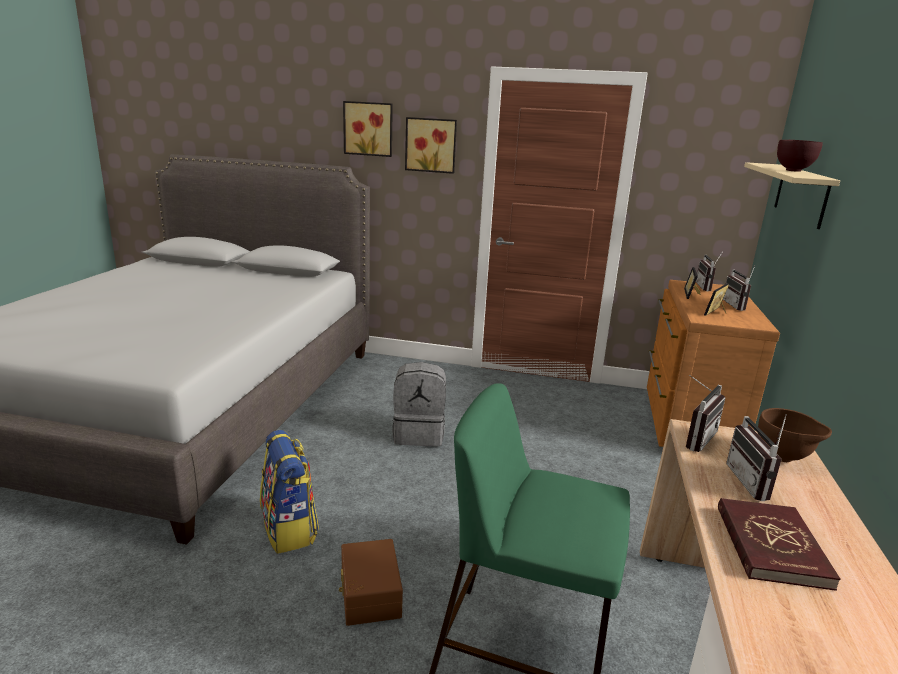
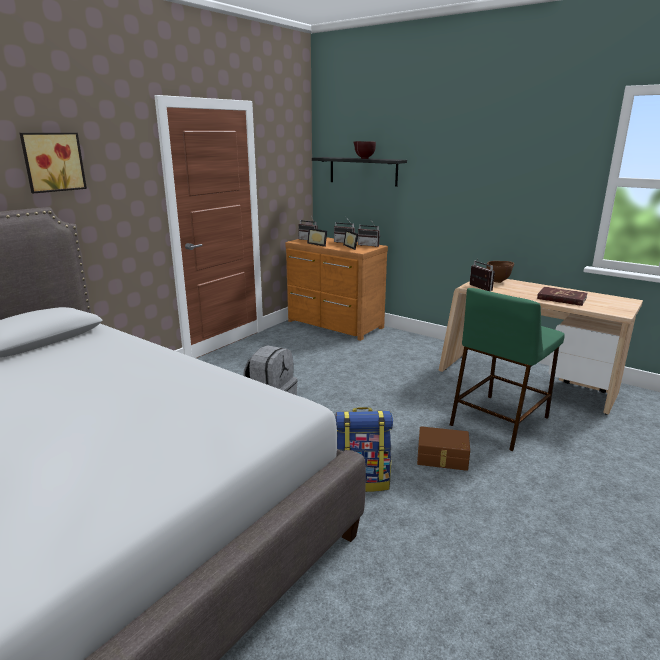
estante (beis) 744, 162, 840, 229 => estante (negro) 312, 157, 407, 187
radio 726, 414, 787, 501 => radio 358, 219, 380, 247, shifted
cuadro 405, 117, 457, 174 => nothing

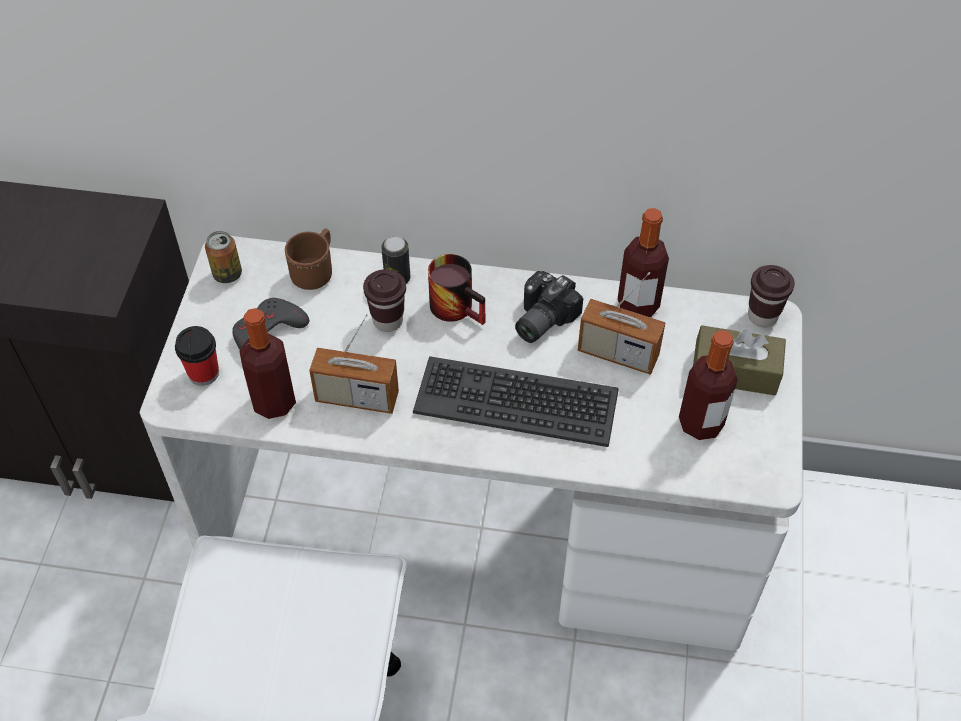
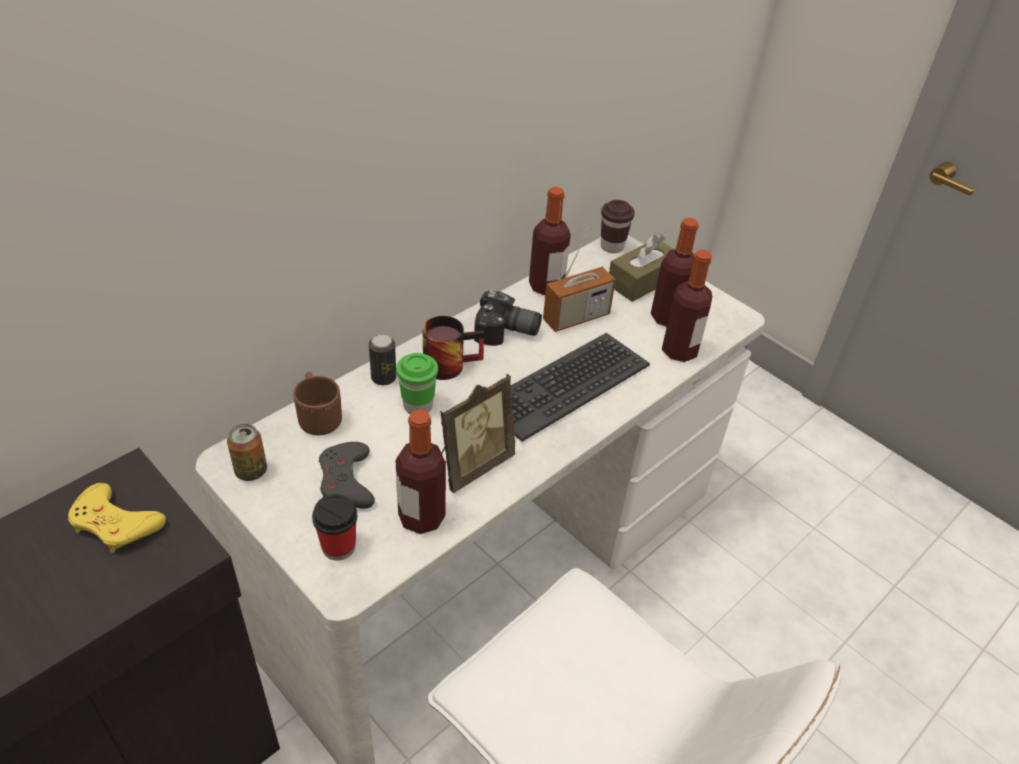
nothing => mando de consola (amarillo) 68, 483, 166, 553
taza (marrón) 363, 269, 406, 332 => taza (verde) 396, 353, 438, 414
radio 309, 314, 399, 414 => portarretratos 440, 374, 515, 493
cámara 515, 271, 583, 343 => cámara 474, 291, 542, 346, 60 degrees counterclockwise
nothing => botella 662, 249, 712, 362

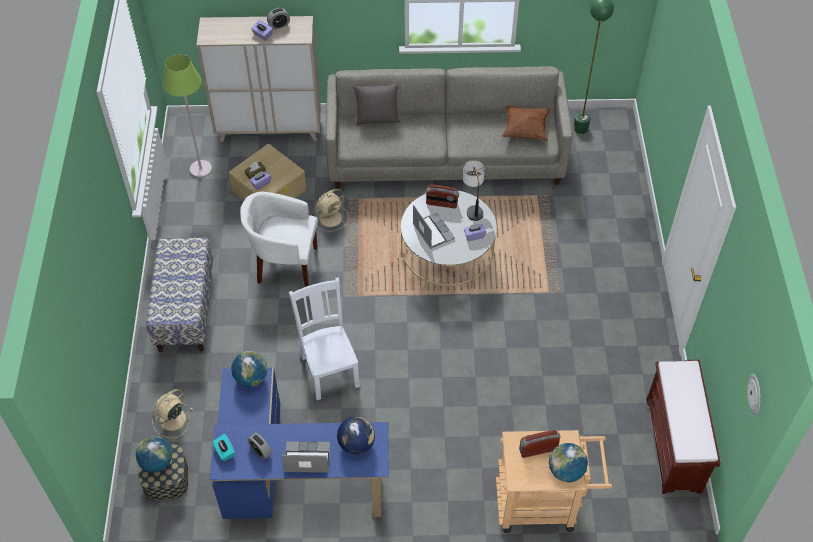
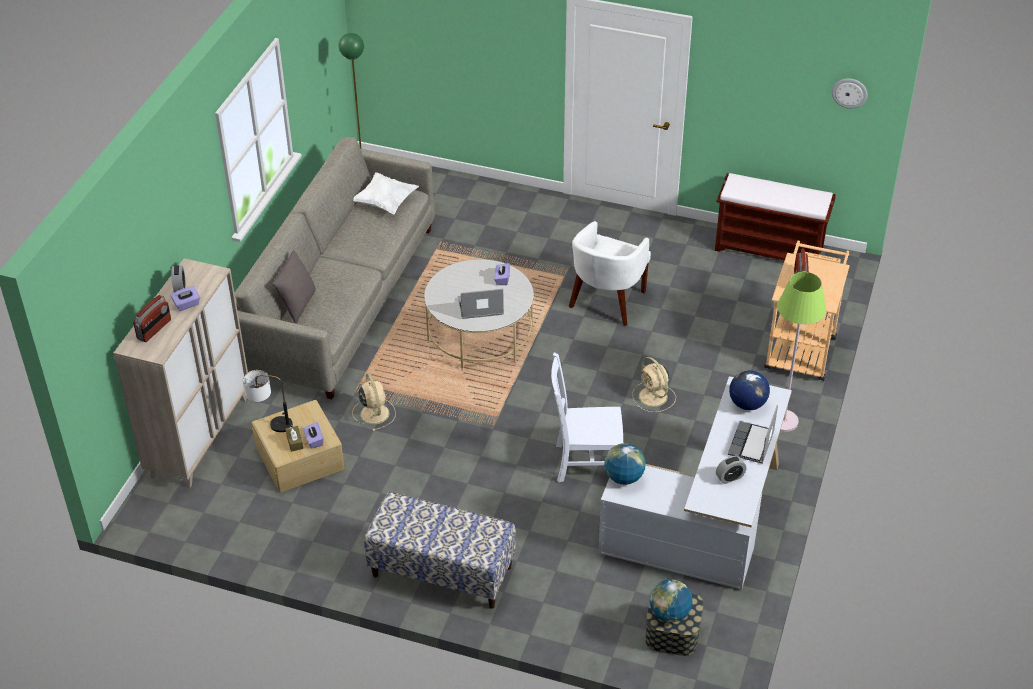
radio 425, 184, 459, 209 => radio 133, 295, 171, 342, shifted
lámpara de mesa 463, 160, 485, 221 => lámpara de mesa 243, 370, 293, 432, shifted
cojín (marrón) 502, 105, 550, 141 => cojín (blanco) 353, 172, 419, 214
sillón (blanco) 240, 192, 318, 286 => sillón (blanco) 569, 221, 651, 326, shifted
escritorio (azul) 210, 367, 389, 519 => escritorio (blanco) 598, 376, 792, 590
ventilador (beis) 152, 389, 192, 438 => ventilador (beis) 632, 357, 676, 412, shifted
lámpara de pie (verde) 163, 54, 212, 178 => lámpara de pie (verde) 777, 272, 826, 432, shifted
caja de pañuelos (turquesa) 213, 434, 235, 461 => nothing
globo terráqueo 549, 443, 588, 482 => nothing

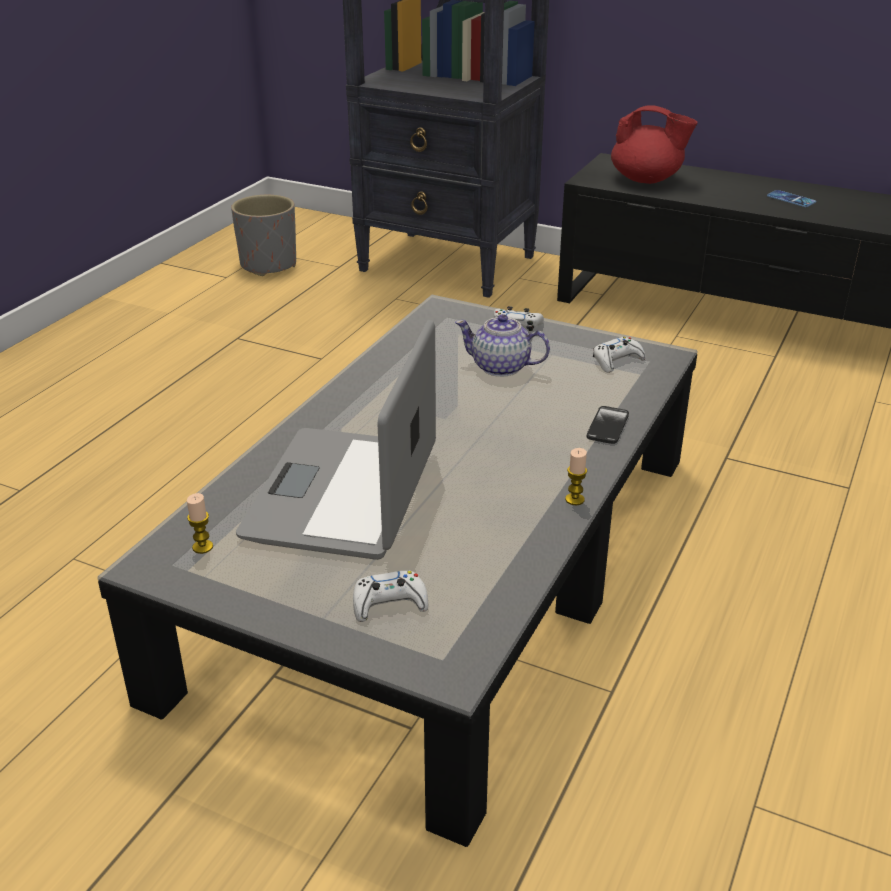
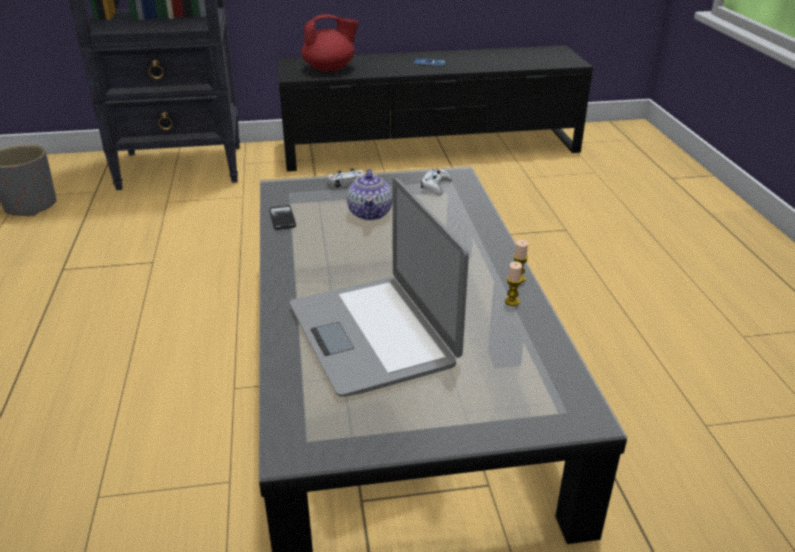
móvil 587, 406, 629, 444 => móvil 269, 205, 296, 230, shifted
tetera 455, 314, 550, 377 => tetera 347, 169, 392, 221, 75 degrees counterclockwise
vela 187, 493, 213, 554 => vela 505, 261, 522, 306, shifted
mando de consola (blanco) 353, 571, 428, 622 => nothing

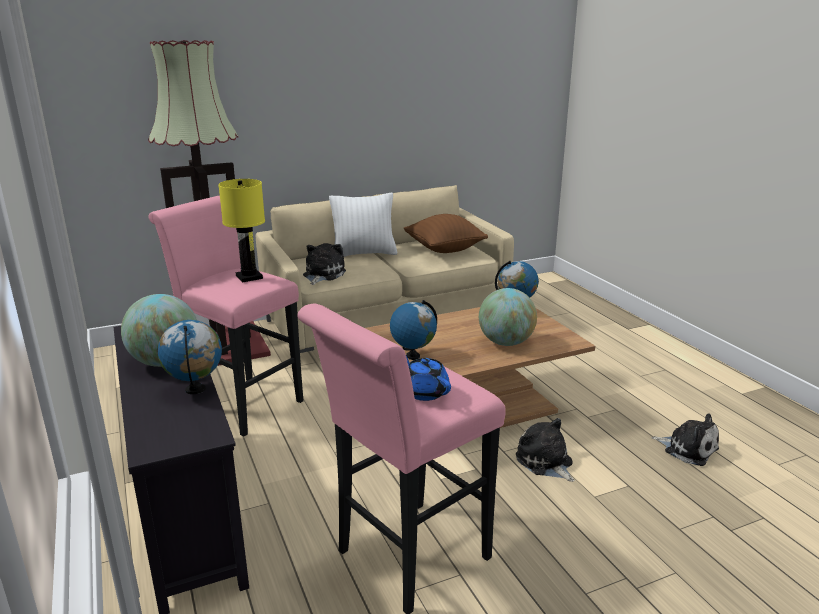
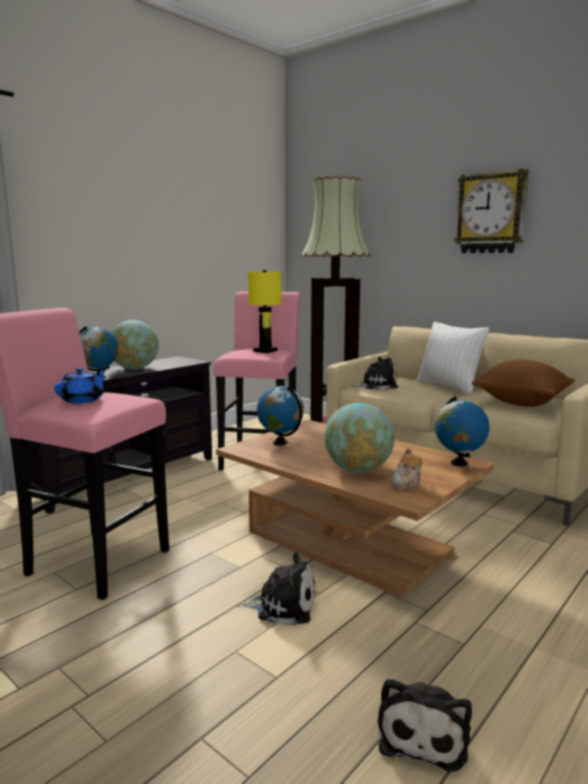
peluche 516, 418, 575, 482 => peluche 237, 553, 316, 626, 60 degrees clockwise
nothing => tetera 391, 448, 423, 490
nothing => reloj de pared 454, 169, 529, 253

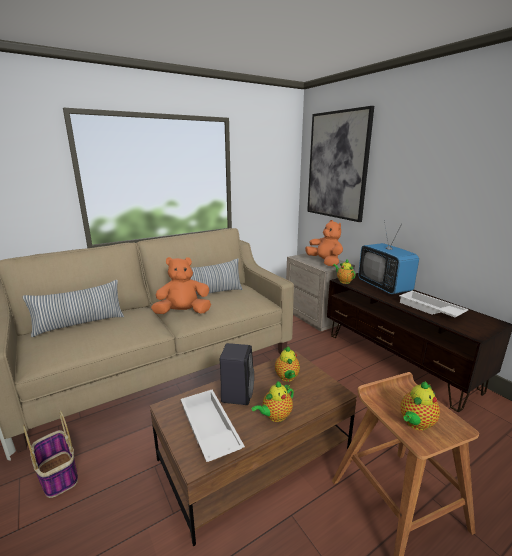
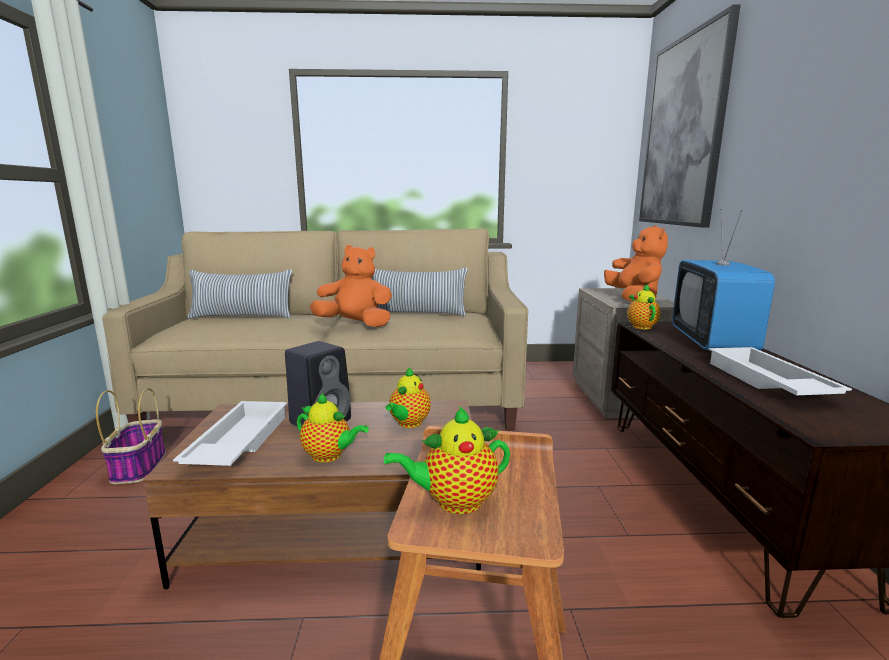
tetera 252, 381, 294, 422 => tetera 297, 393, 369, 463, 150 degrees counterclockwise

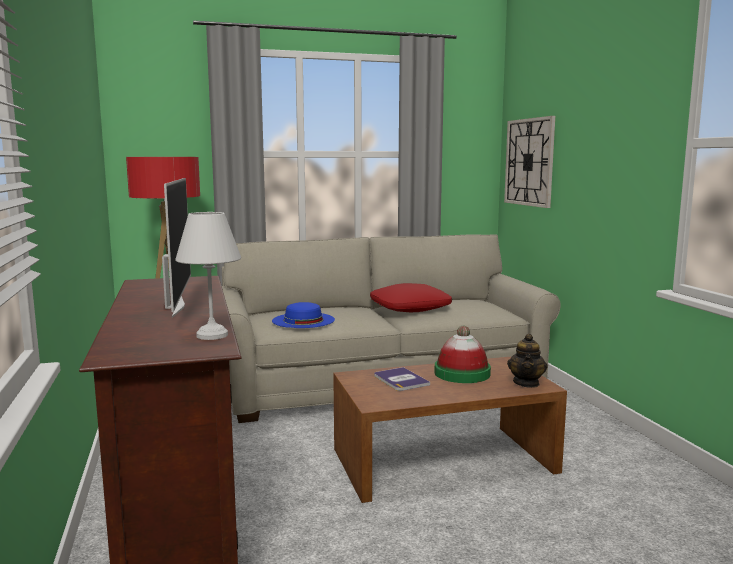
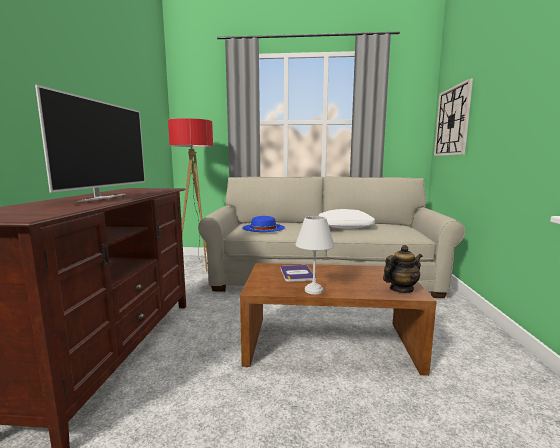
lámpara de mesa (blanco) 175, 212, 241, 340 => lámpara de mesa (blanco) 295, 216, 335, 294, shifted
cojín (rojo) 370, 283, 452, 312 => cojín (blanco) 319, 209, 375, 229
tetera 507, 333, 548, 388 => tetera 383, 245, 422, 293, 150 degrees counterclockwise
sombrero 434, 326, 491, 383 => nothing

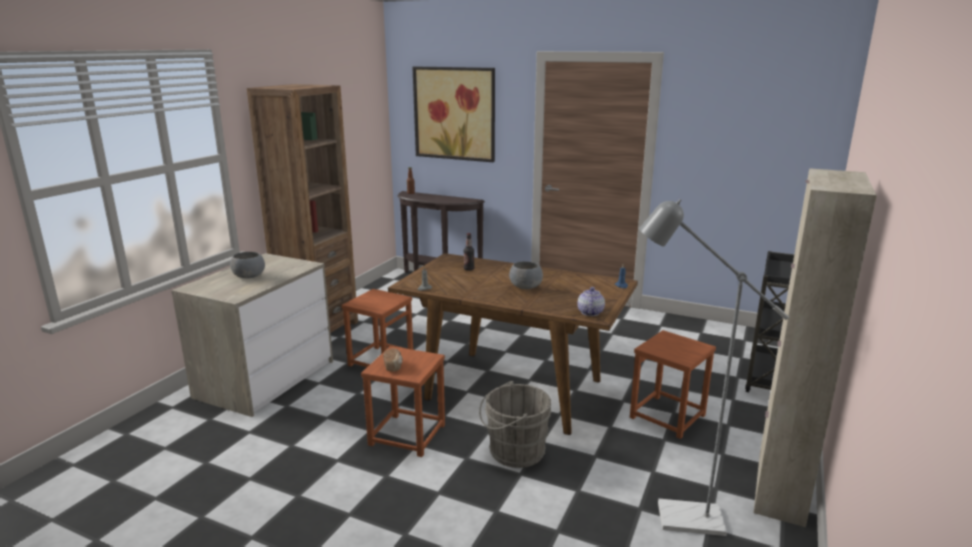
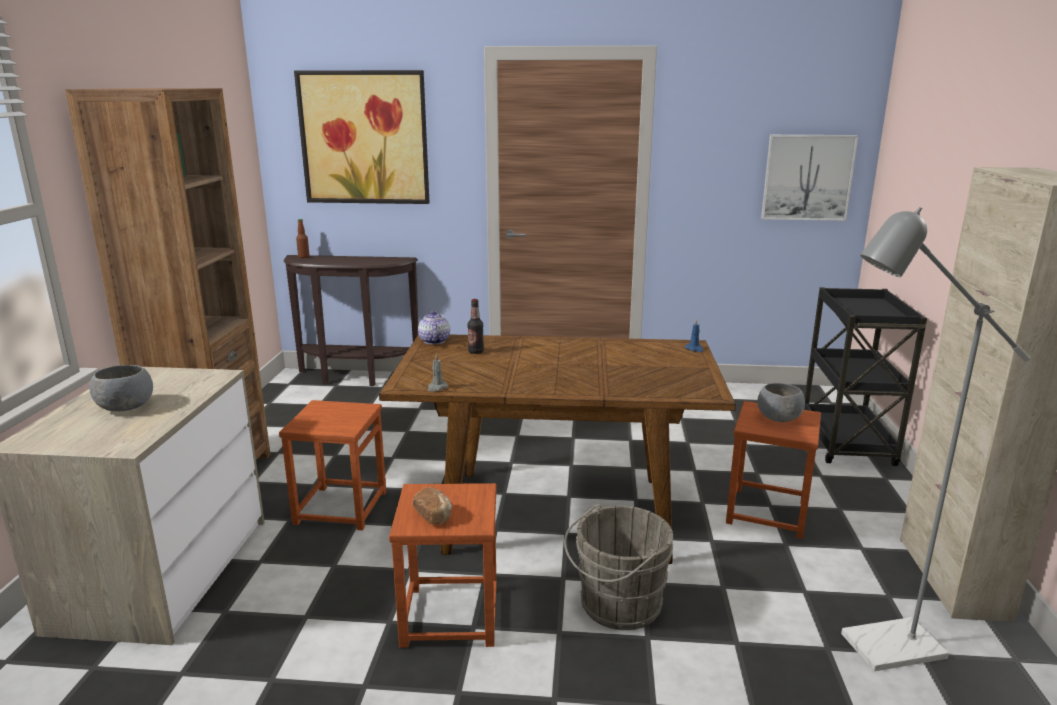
tetera 577, 287, 605, 316 => tetera 418, 311, 450, 345, shifted
cuenco (gris) 509, 261, 543, 289 => cuenco (gris) 757, 383, 805, 422, shifted
nothing => cuadro 761, 135, 858, 221

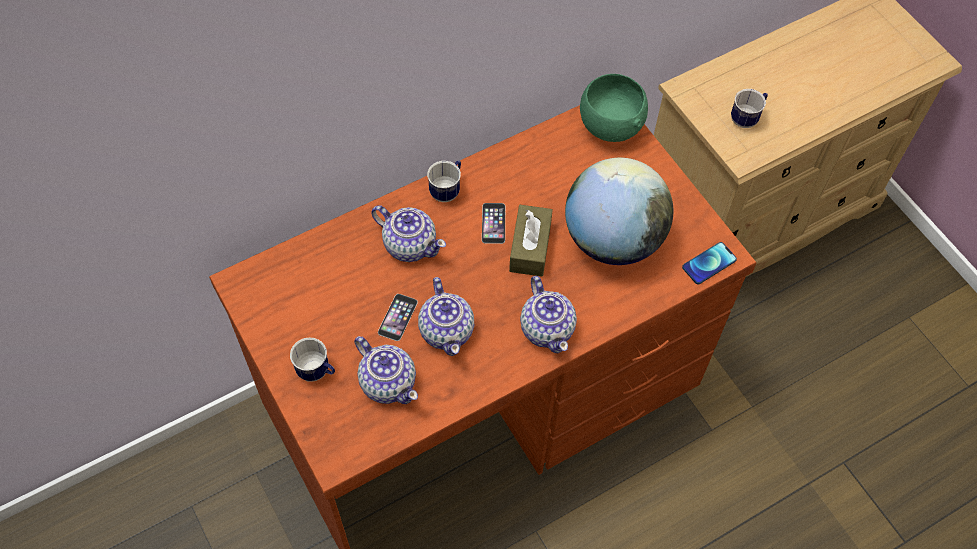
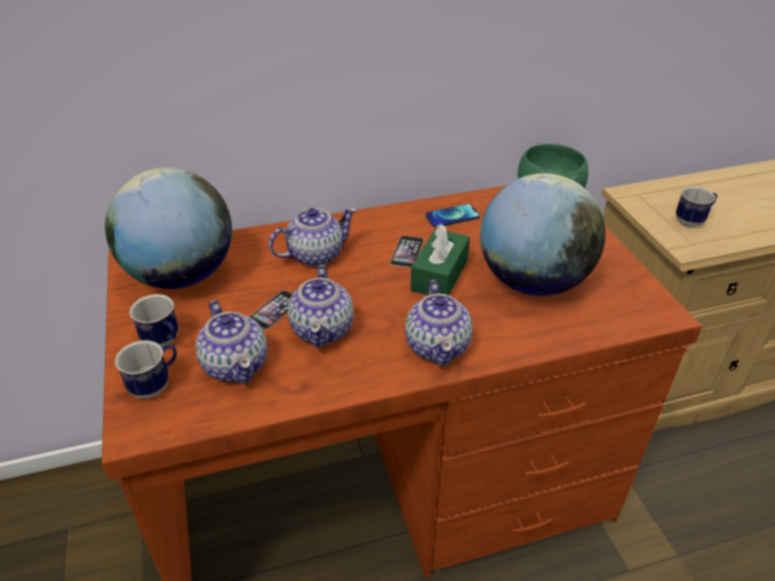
nothing => globo terráqueo 105, 168, 232, 289
taza grande 427, 160, 461, 202 => taza grande 115, 340, 177, 399, shifted
tetera 371, 205, 446, 262 => tetera 269, 207, 357, 266, 75 degrees counterclockwise
caja de pañuelos (marrón) 509, 205, 553, 276 => caja de pañuelos (verde) 411, 224, 470, 295
móvil 682, 242, 737, 284 => móvil 425, 204, 480, 228, shifted

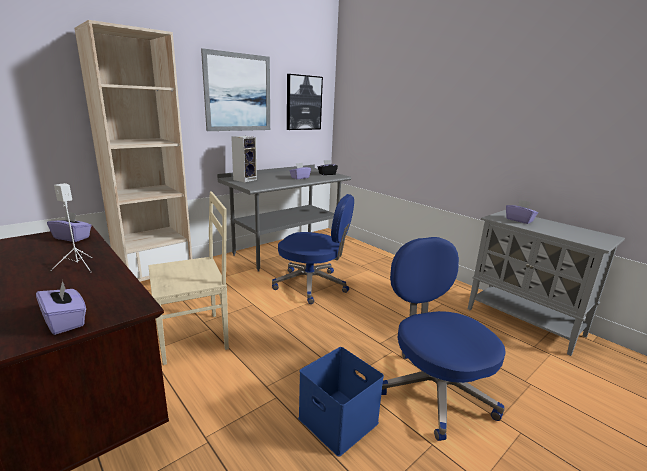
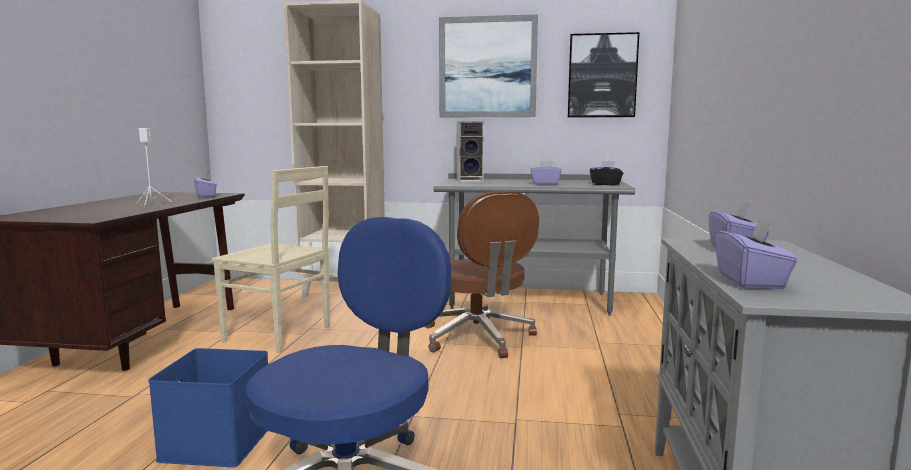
silla de oficina (azul) 272, 194, 354, 304 => silla de oficina (marrón) 425, 191, 539, 358
caja de pañuelos (morado) 36, 280, 86, 335 => caja de pañuelos (morado) 715, 218, 798, 289, shifted

